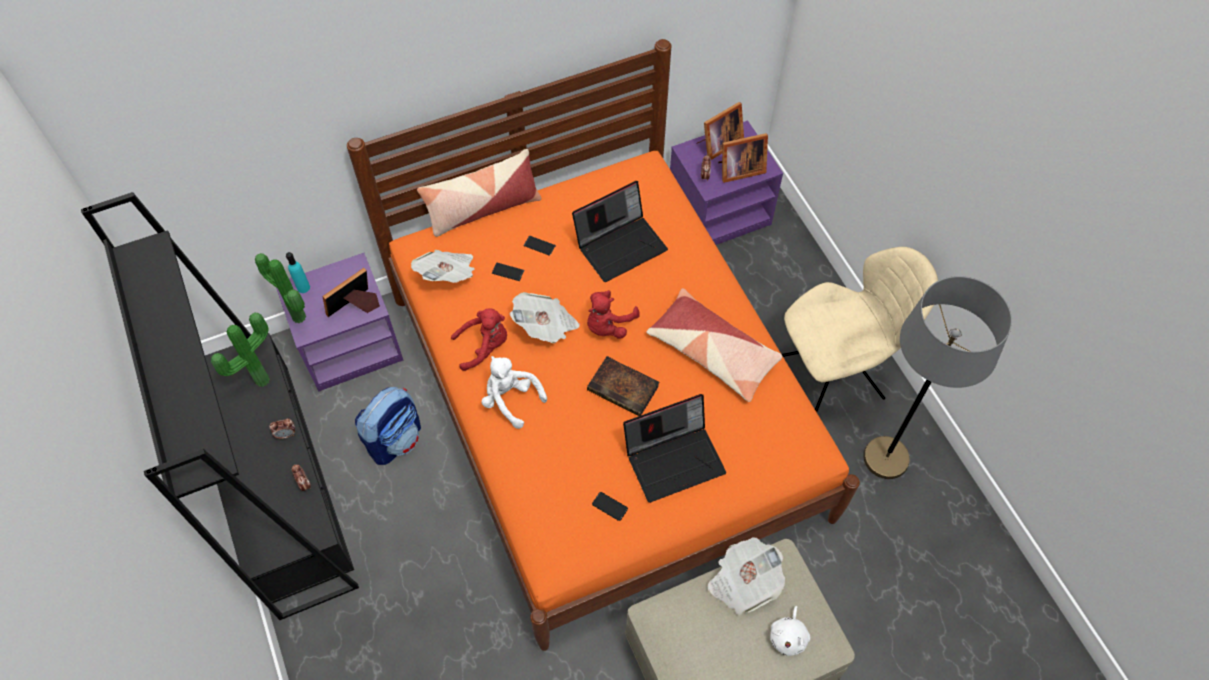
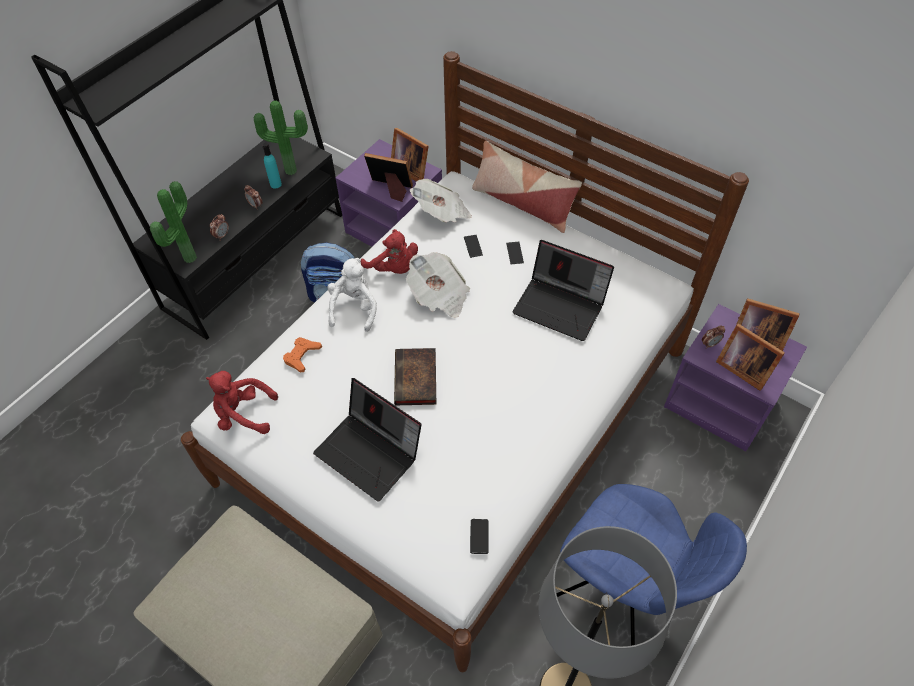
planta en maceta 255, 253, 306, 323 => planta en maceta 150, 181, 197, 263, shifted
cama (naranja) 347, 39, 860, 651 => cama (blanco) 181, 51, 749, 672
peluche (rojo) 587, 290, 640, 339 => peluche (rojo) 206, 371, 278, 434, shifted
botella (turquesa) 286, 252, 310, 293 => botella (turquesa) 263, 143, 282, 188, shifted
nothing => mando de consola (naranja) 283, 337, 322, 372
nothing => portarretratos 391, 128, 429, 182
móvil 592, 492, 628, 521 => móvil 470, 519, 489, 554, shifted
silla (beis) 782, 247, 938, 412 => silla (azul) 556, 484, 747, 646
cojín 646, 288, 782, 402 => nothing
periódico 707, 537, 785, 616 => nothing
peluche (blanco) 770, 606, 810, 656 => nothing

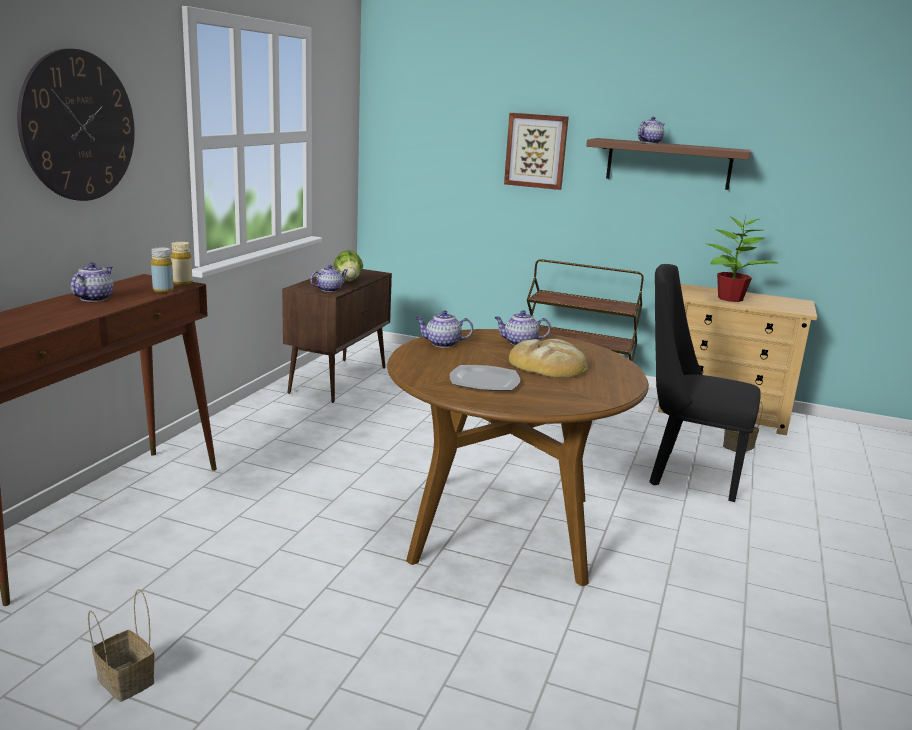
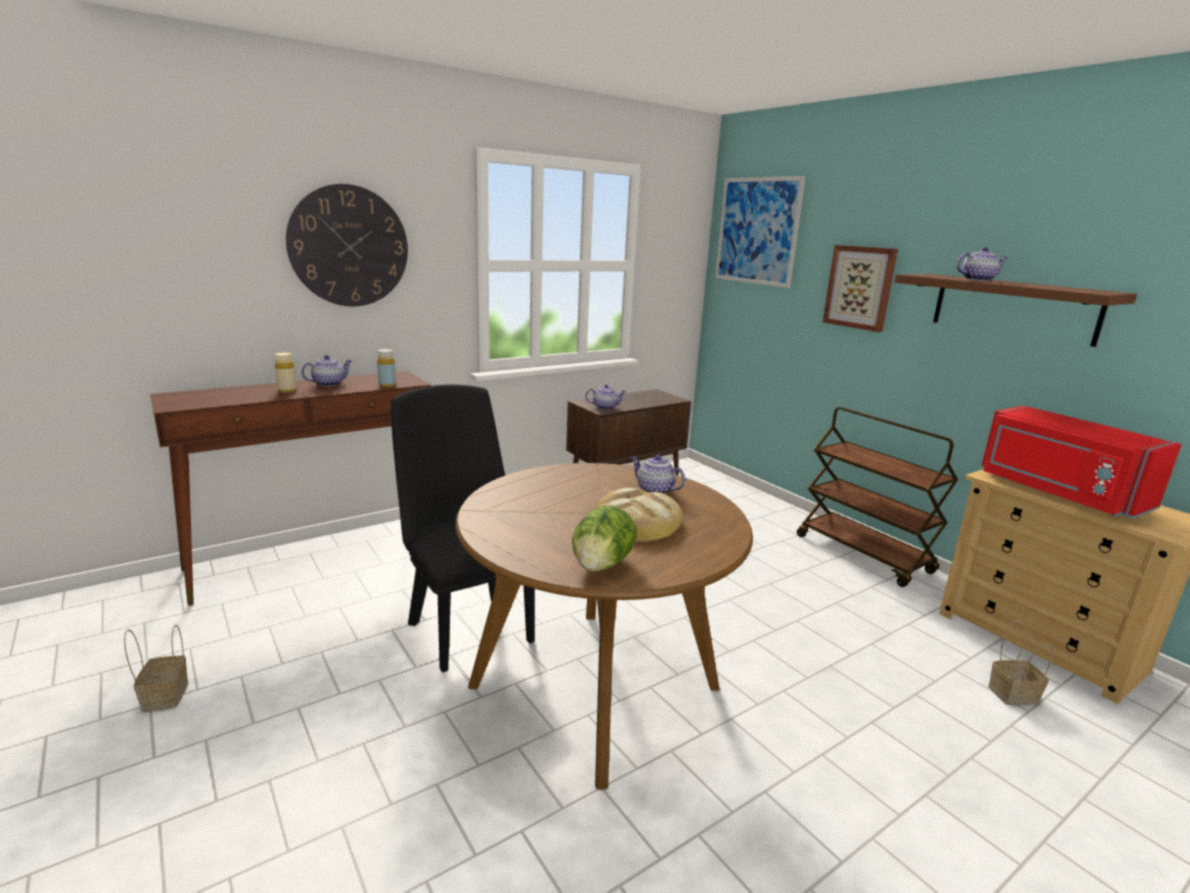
botella (beis) 171, 242, 192, 285 => botella (beis) 275, 352, 297, 393, shifted
silla (negro) 649, 264, 761, 502 => silla (negro) 391, 384, 535, 672, shifted
lechuga 334, 250, 363, 282 => lechuga 572, 506, 637, 572, shifted
nothing => cuadro 715, 176, 805, 288
planta en maceta 707, 216, 778, 302 => microondas (rojo) 981, 406, 1182, 519
tetera 415, 311, 473, 348 => nothing
plato 450, 365, 520, 391 => nothing

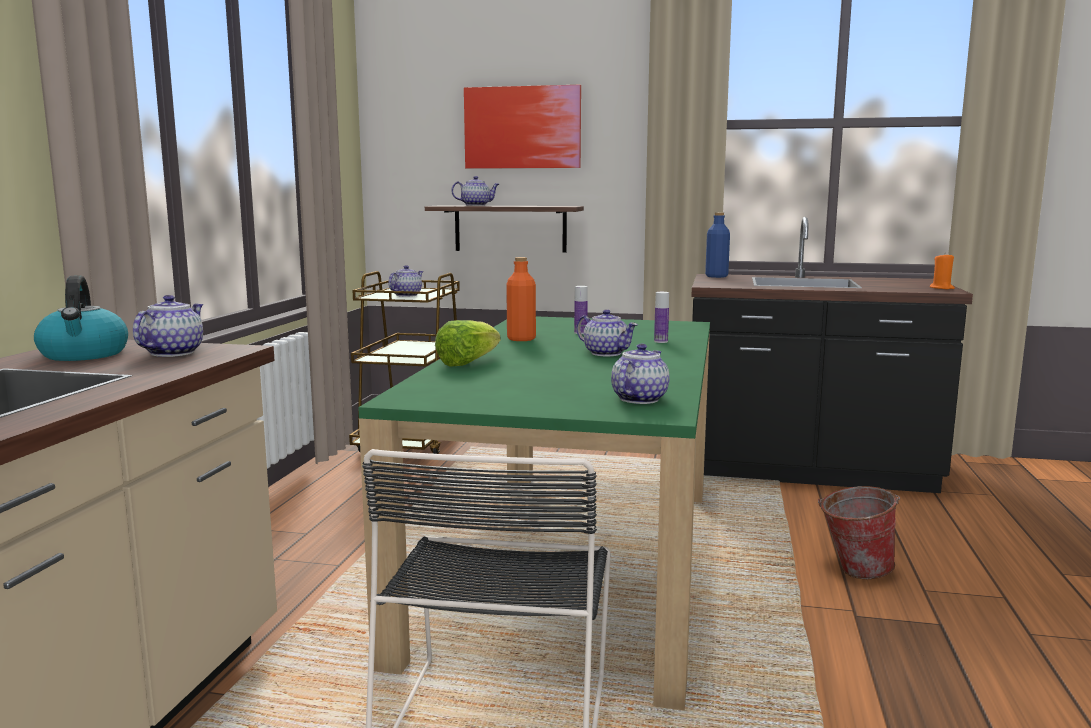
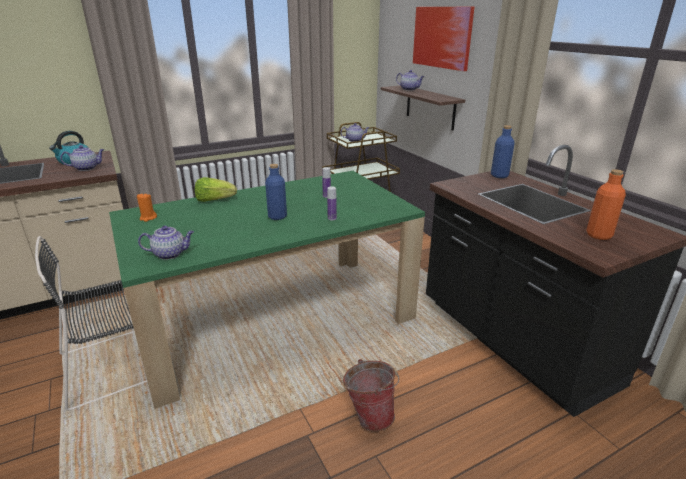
vela (naranja) 930, 254, 955, 289 => vela (naranja) 137, 193, 157, 222, shifted
tetera 577, 309, 638, 356 => botella (azul) 265, 164, 287, 220
botella (naranja) 506, 257, 536, 341 => botella (naranja) 587, 169, 626, 240, shifted

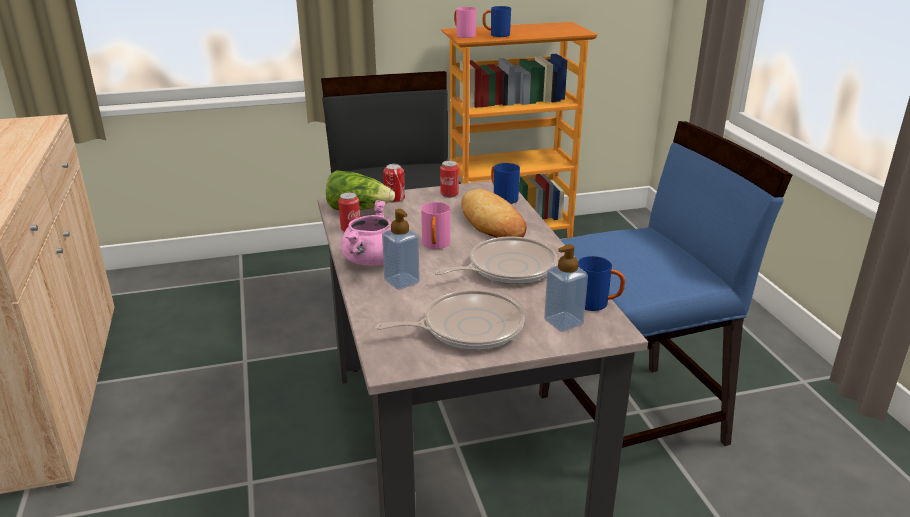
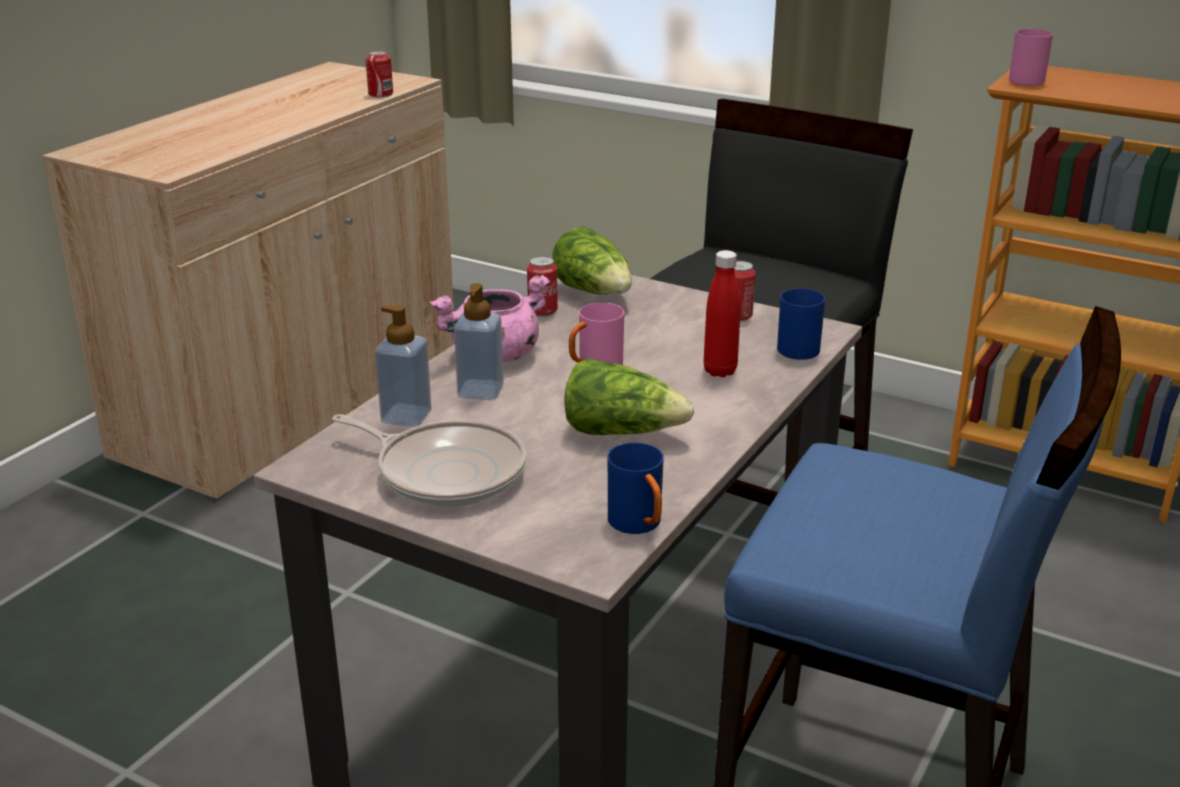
lata 383, 164, 405, 203 => lata 365, 51, 393, 98, shifted
dispensador de jabón 544, 244, 588, 332 => dispensador de jabón 375, 305, 432, 427, shifted
sartén 434, 236, 557, 284 => lechuga 565, 358, 694, 435
pan 461, 189, 527, 238 => botella (rojo) 704, 250, 741, 377
taza grande (azul) 483, 6, 511, 37 => nothing

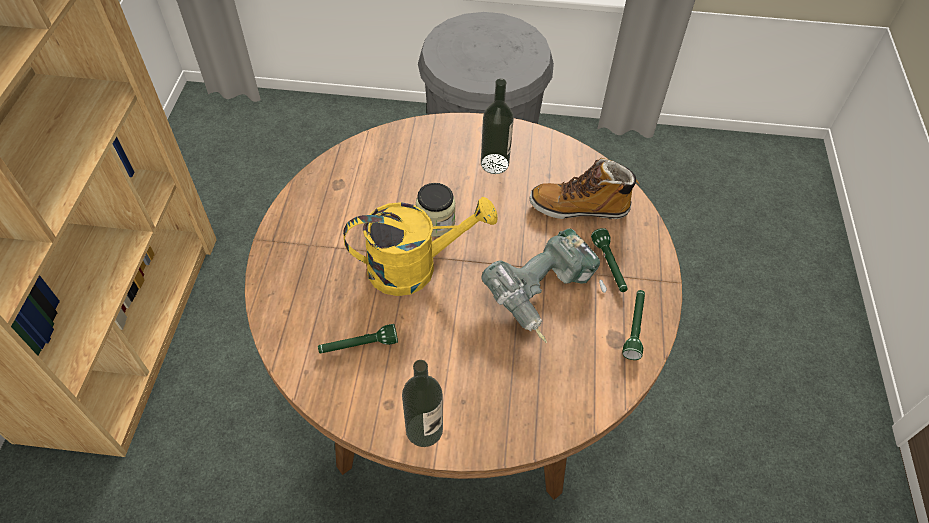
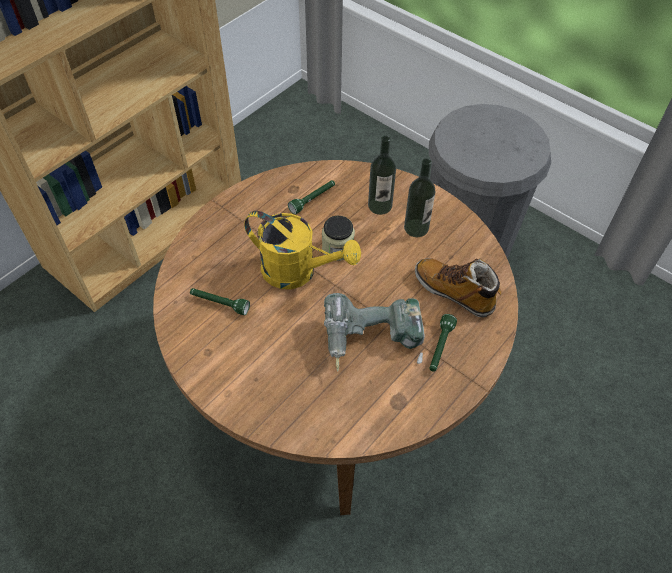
linterna (verde) 622, 290, 645, 360 => linterna (verde) 288, 180, 335, 215, shifted
botella 402, 360, 443, 447 => botella 368, 136, 396, 215, shifted

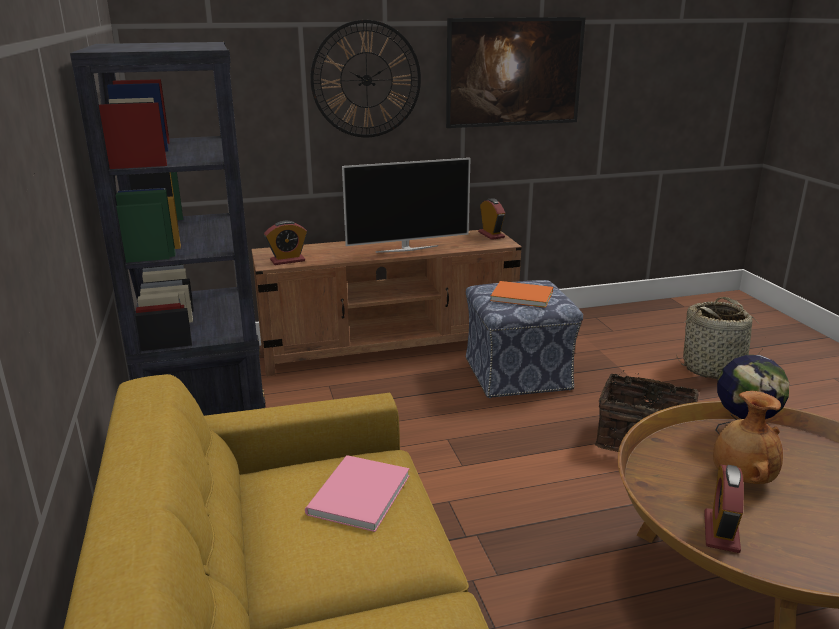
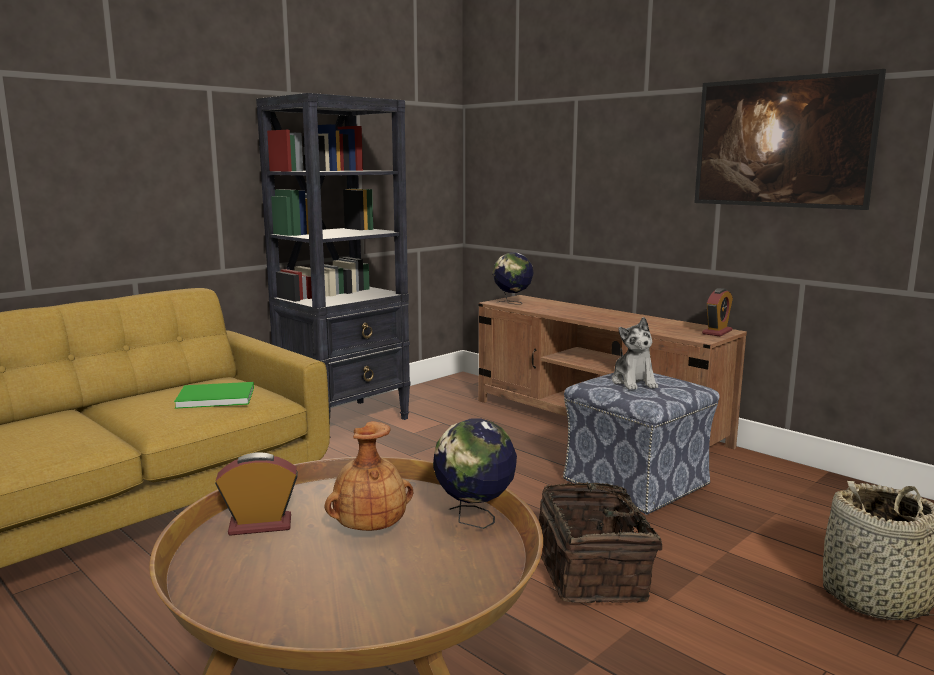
libro (rosa) 305, 455, 409, 532 => libro (verde) 174, 382, 254, 409
despertador 264, 221, 307, 265 => globo terráqueo 493, 253, 534, 305
libro (naranja) 490, 281, 553, 308 => peluche 612, 317, 658, 390
reloj de pared 310, 20, 421, 137 => nothing
televisor 342, 158, 470, 253 => nothing

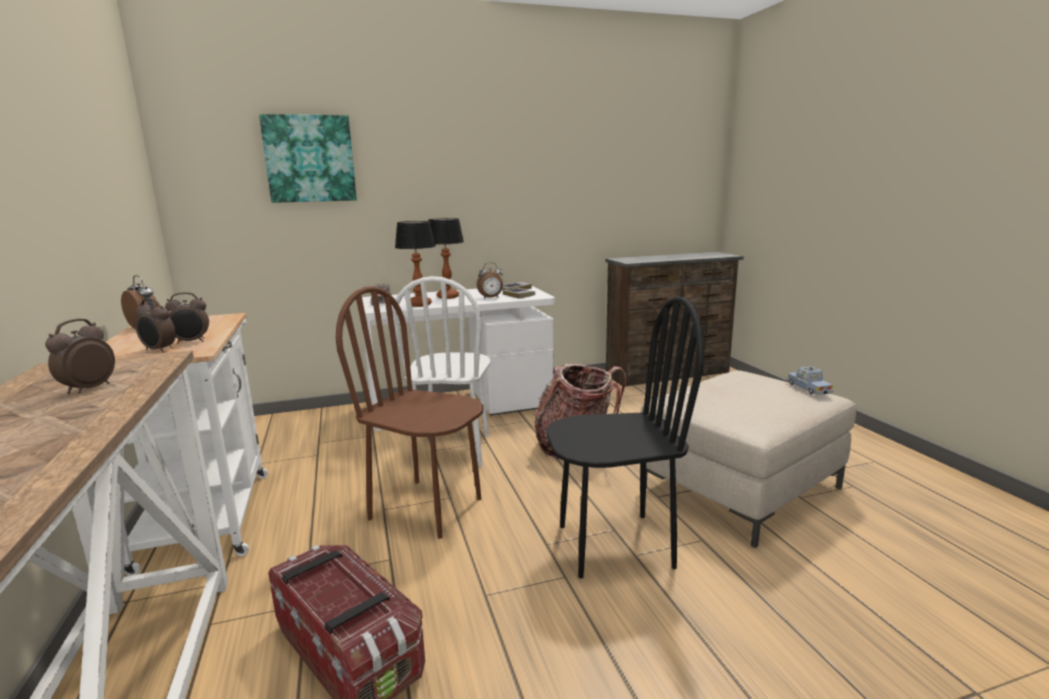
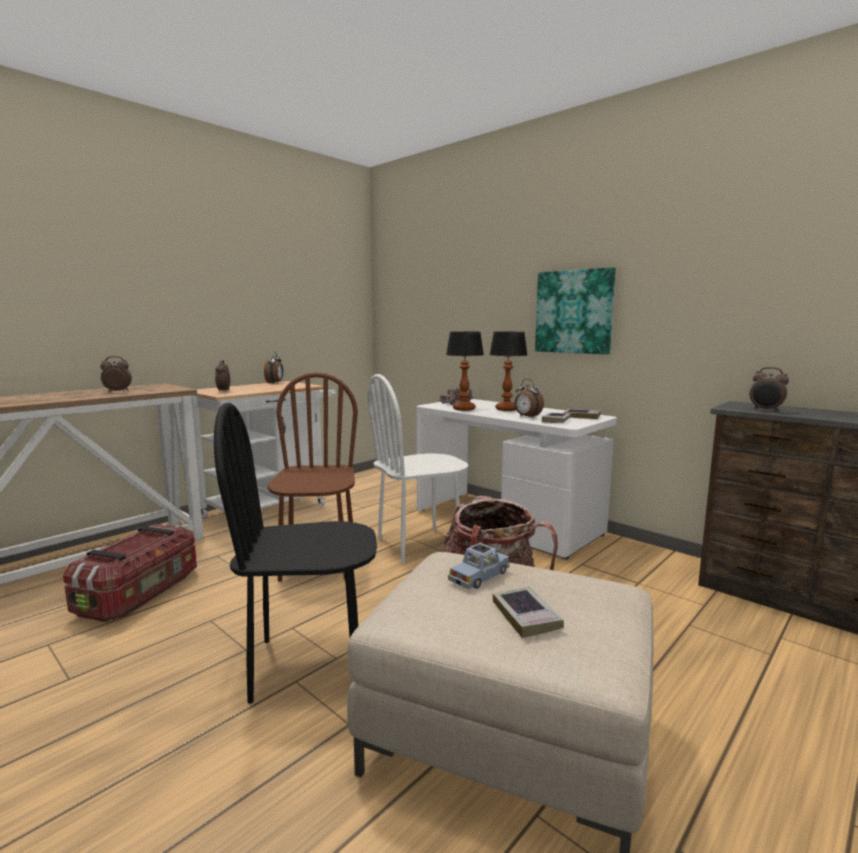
silla (negro) 546, 296, 704, 578 => silla (negro) 214, 403, 377, 704, 120 degrees clockwise
coche de juguete (azul) 787, 366, 834, 395 => coche de juguete (azul) 448, 543, 509, 589, shifted
nothing => libro 493, 587, 564, 638
cuadro 259, 114, 357, 203 => cuadro 535, 267, 616, 354, shifted
despertador 165, 292, 209, 344 => despertador 750, 367, 789, 412, shifted

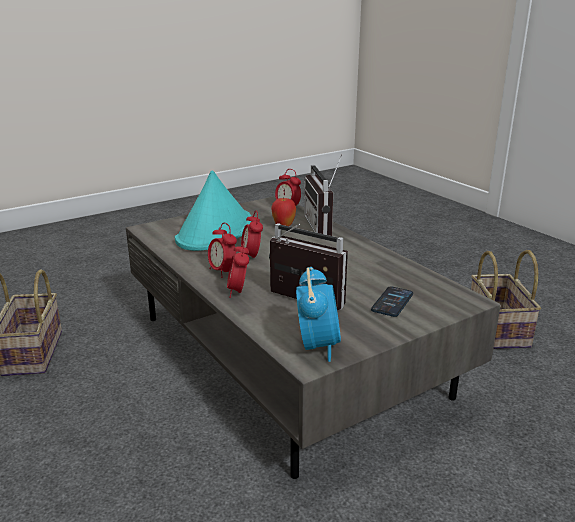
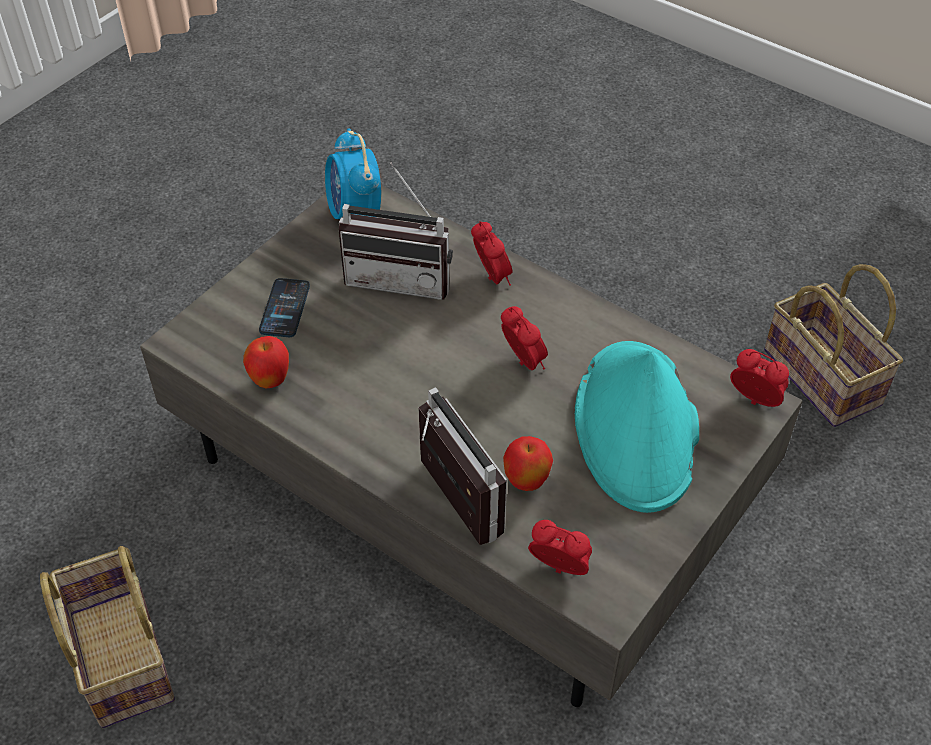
nothing => manzana 243, 336, 289, 388
despertador 208, 223, 237, 278 => despertador 730, 349, 789, 407, shifted

